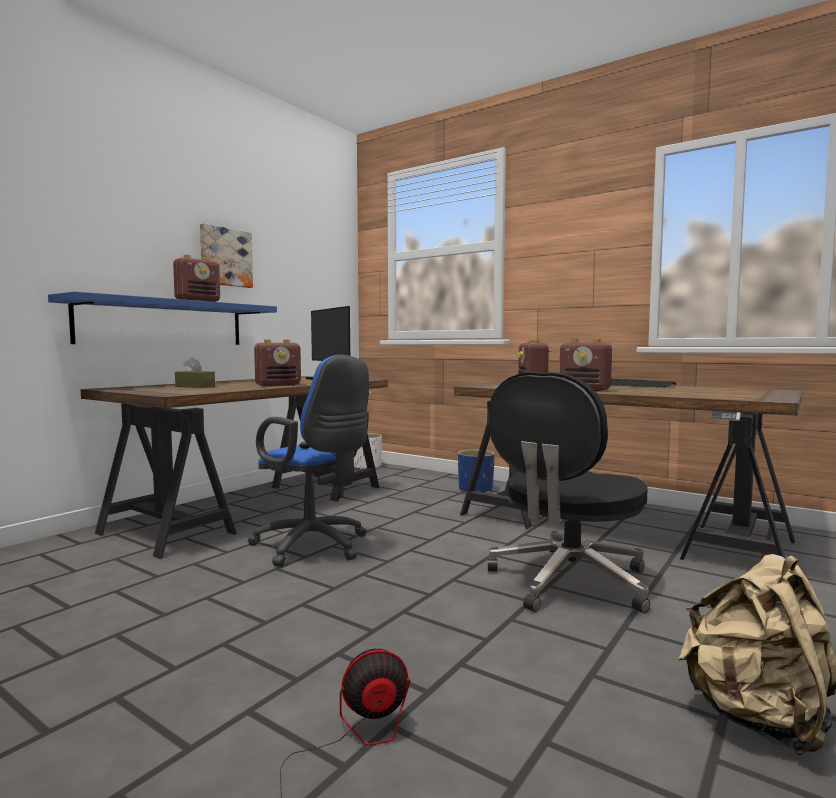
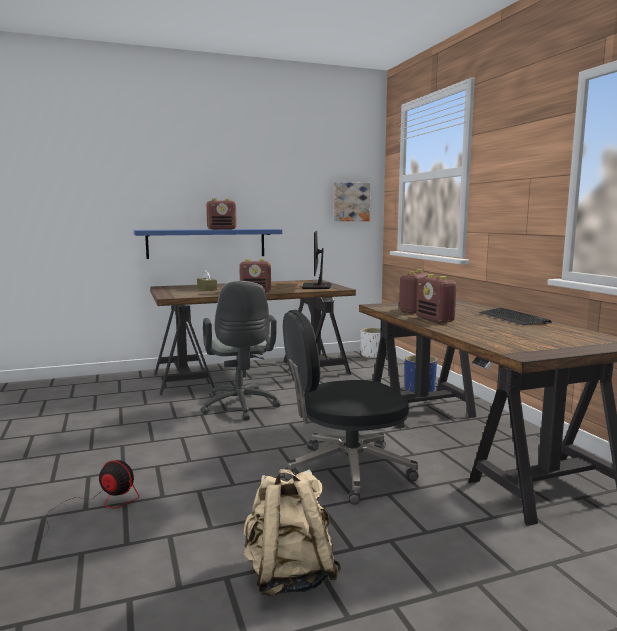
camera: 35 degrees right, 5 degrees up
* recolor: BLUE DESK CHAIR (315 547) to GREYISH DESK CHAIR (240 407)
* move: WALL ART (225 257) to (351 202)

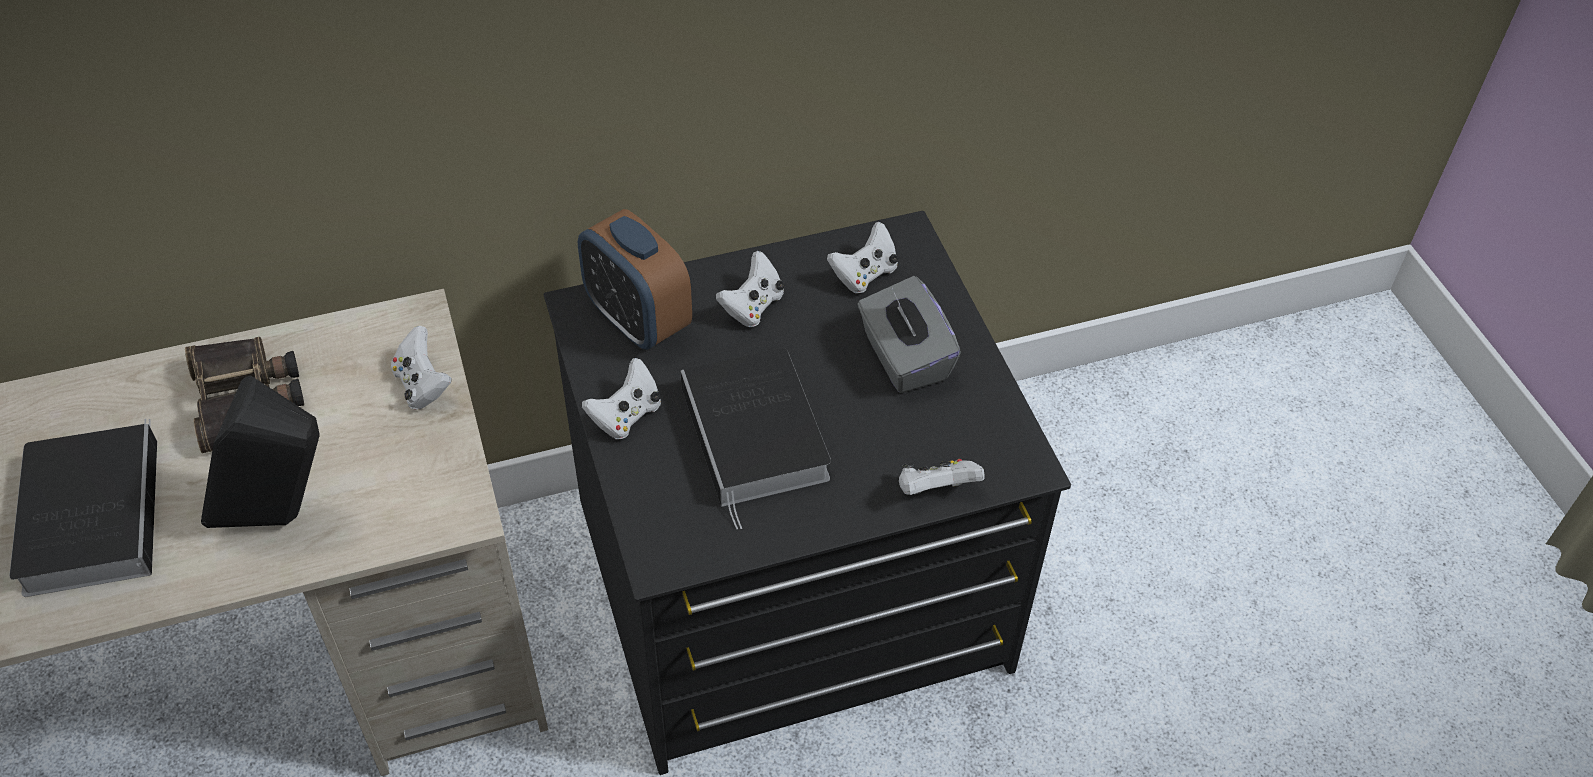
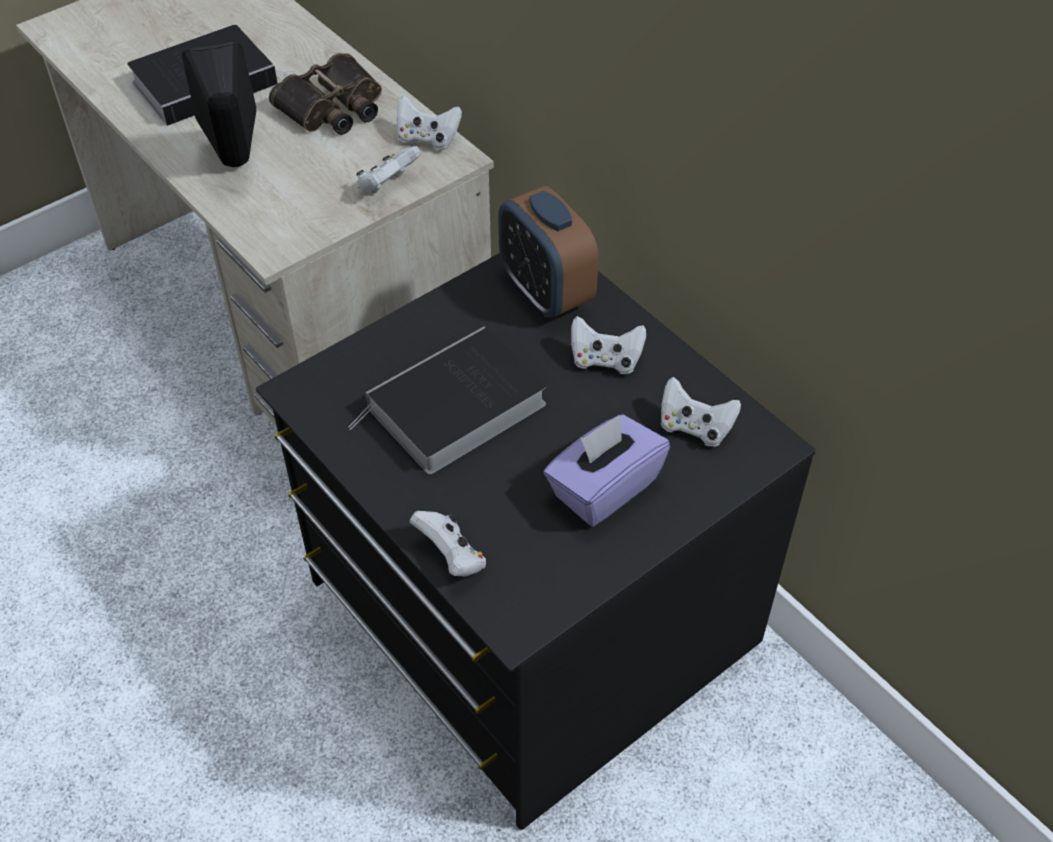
camera: 70 degrees right, 0 degrees up
* move: WHITISH GAMEPAD (626 416) to (428 139)
* rotate: BEDSIDE CLOCK (637 320) = (546 292) 60 degrees counterclockwise
* recolor: GREYISH BOX OF TISSUES (904 358) to PURPLISH BOX OF TISSUES (603 488)

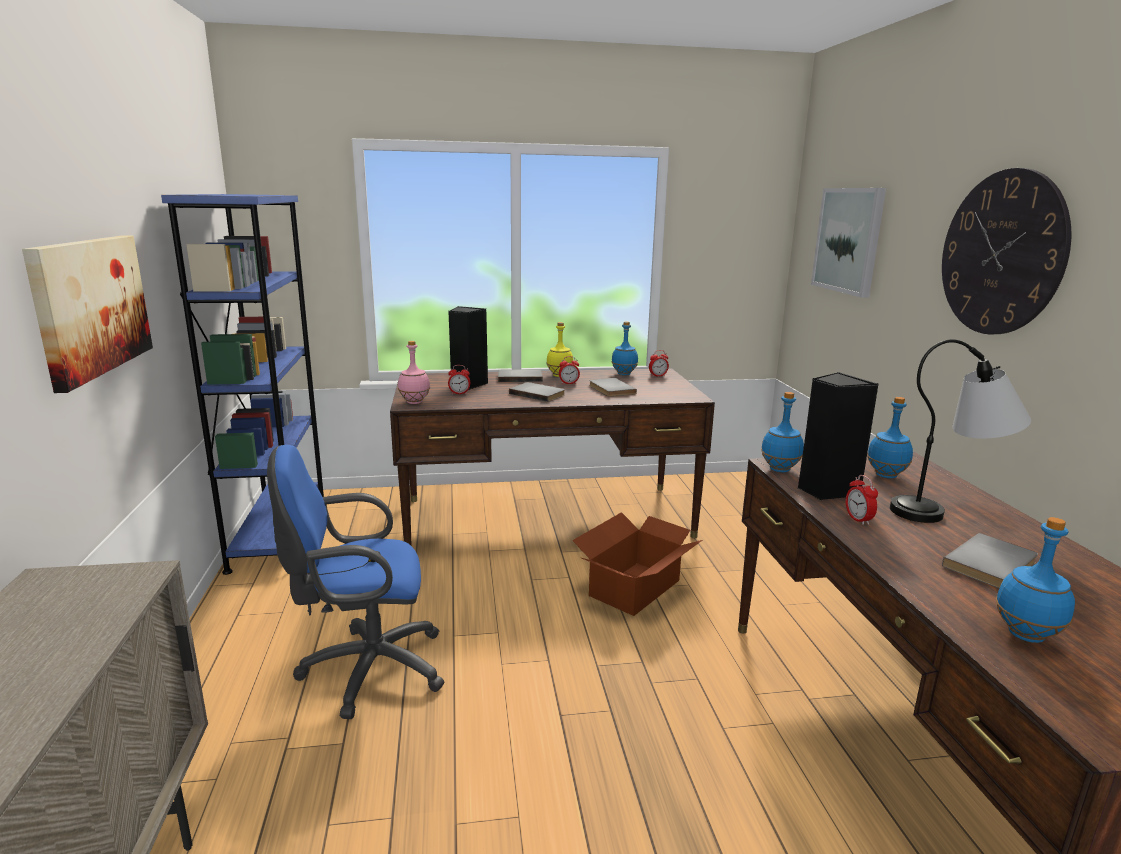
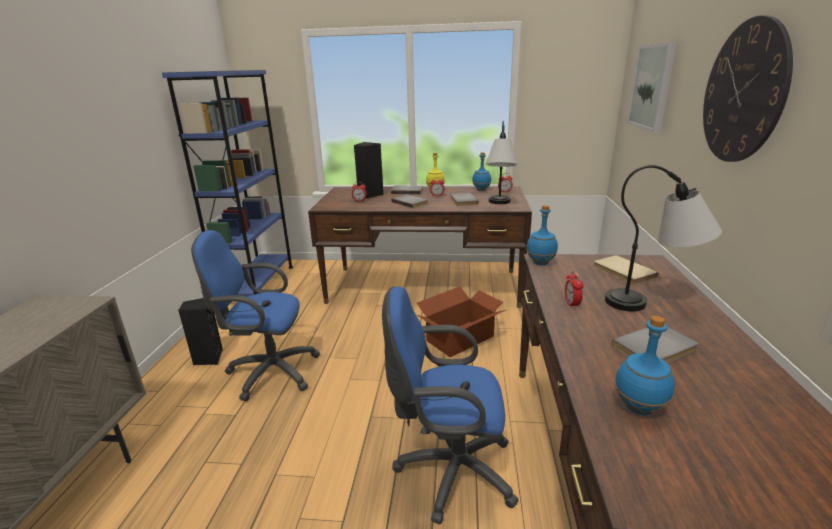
camera: 15 degrees right, 5 degrees up
* move: BLACK-COLOURED LOUDSPEAKER (825 490) to (208 358)
* insert: BLUE DESK CHAIR (449 471)
* insert: TABLE LAMP (498 205)
* replace: BLUE BEVERAGE BOTTLE (885 475) to SAND-COLOURED VOLUME (622 272)
* delete: WALL ART (91 306)
* delete: PINKISH BEVERAGE BOTTLE (415 402)

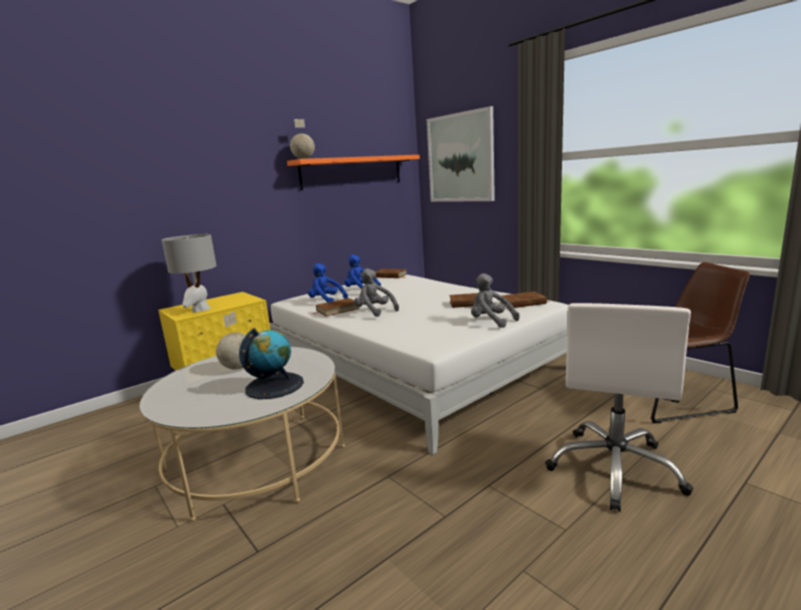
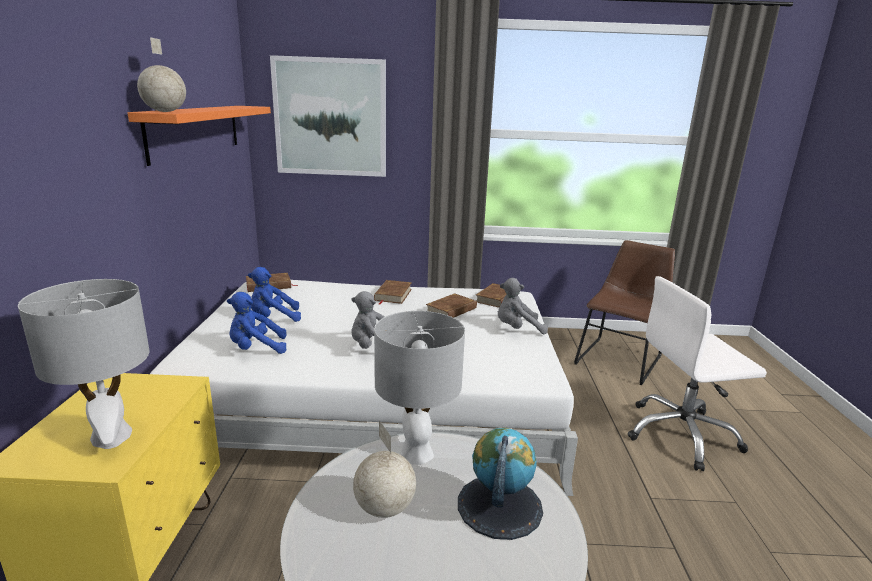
camera: 50 degrees left, 5 degrees up
* move: BROWN VOLUME (337 310) to (393 295)
* insert: GREYISH TABLE LAMP (416 453)
* rotate: WHITISH DESK CHAIR (615 469) = (681 435) 105 degrees clockwise

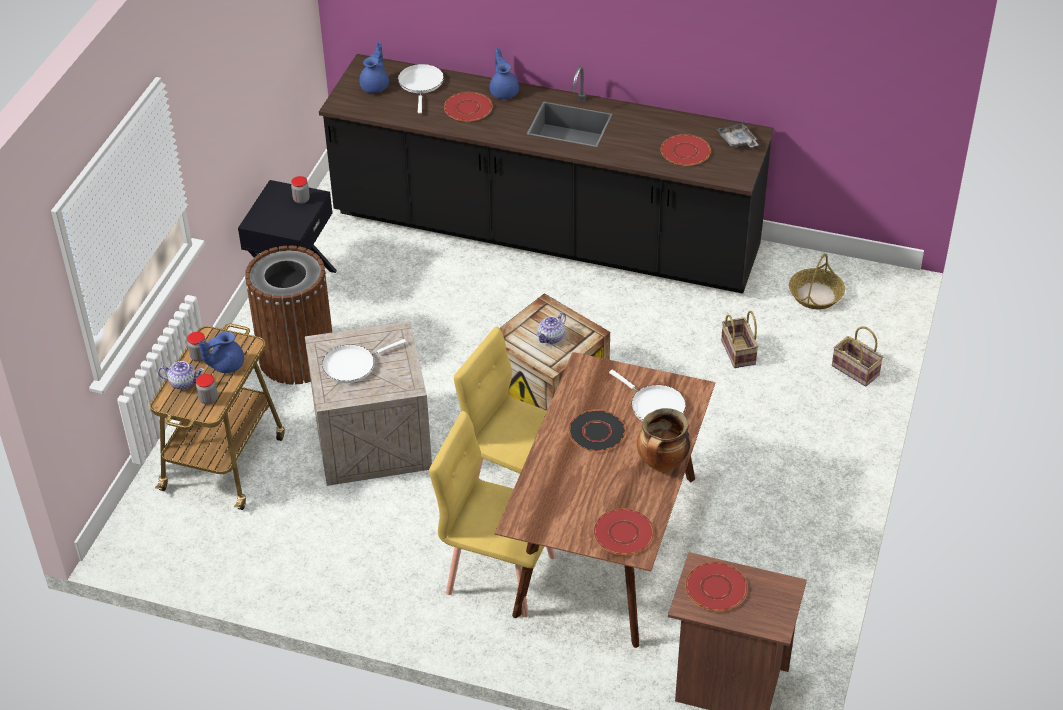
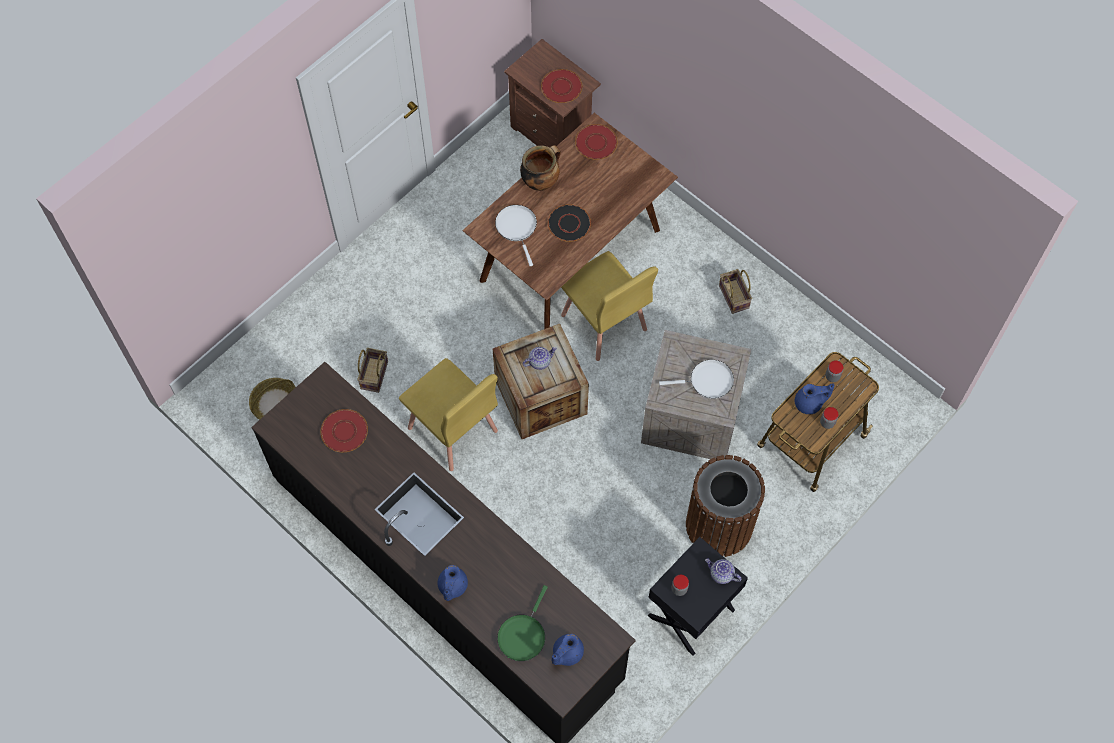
camera: 155 degrees left, 20 degrees up
* move: YELLOW-COLOURED UPRIGHT CHAIR (500 573) to (452 430)
* recolor: WHITISH SKILLET (421 84) to GREENISH SKILLET (523 635)
* move: POT FOR TEA (183 382) to (721 574)
* move: HOUSEHOLD BASKET (857 370) to (732 296)
* delete: RED-COLOURED PLATE (468 108)
* delete: GREYISH SERVING TRAY (737 141)

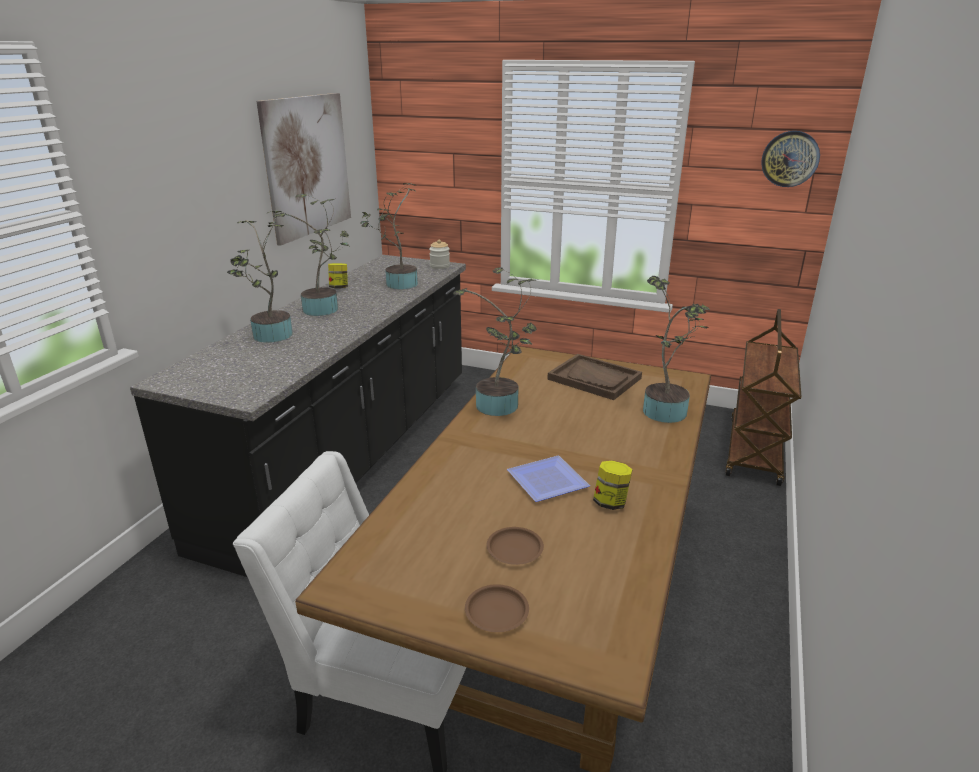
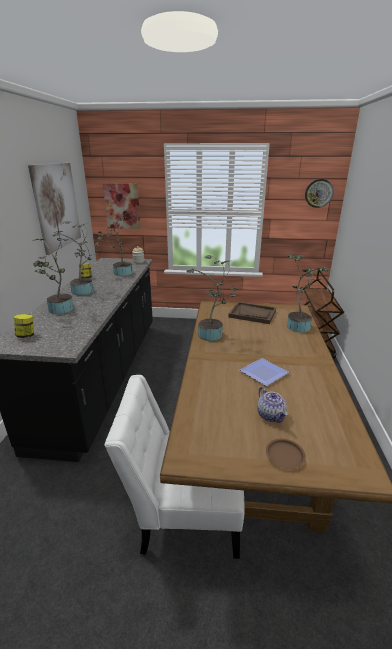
camera: 15 degrees left, 0 degrees up
* move: JAR (610 503) to (26 335)
* insert: WALL ART (122 206)
* replace: BROWN PLATE (515 549) to POT FOR TEA (271 415)

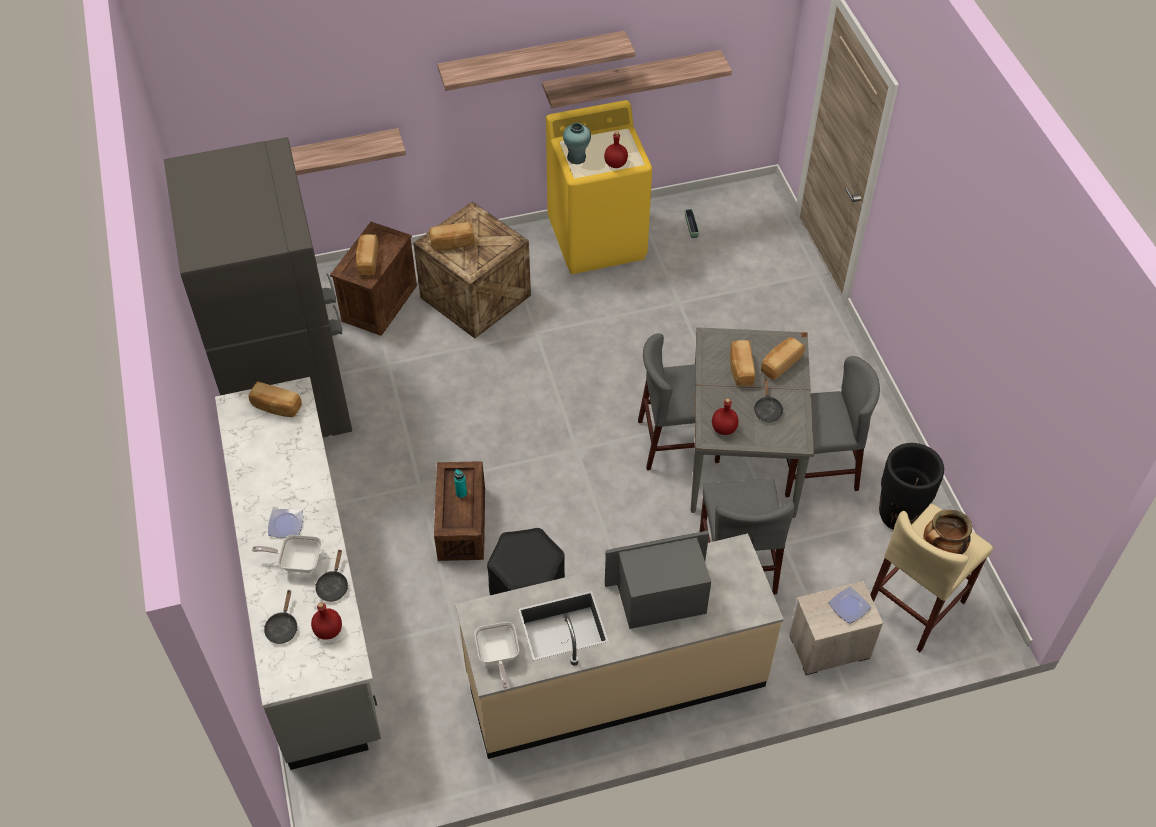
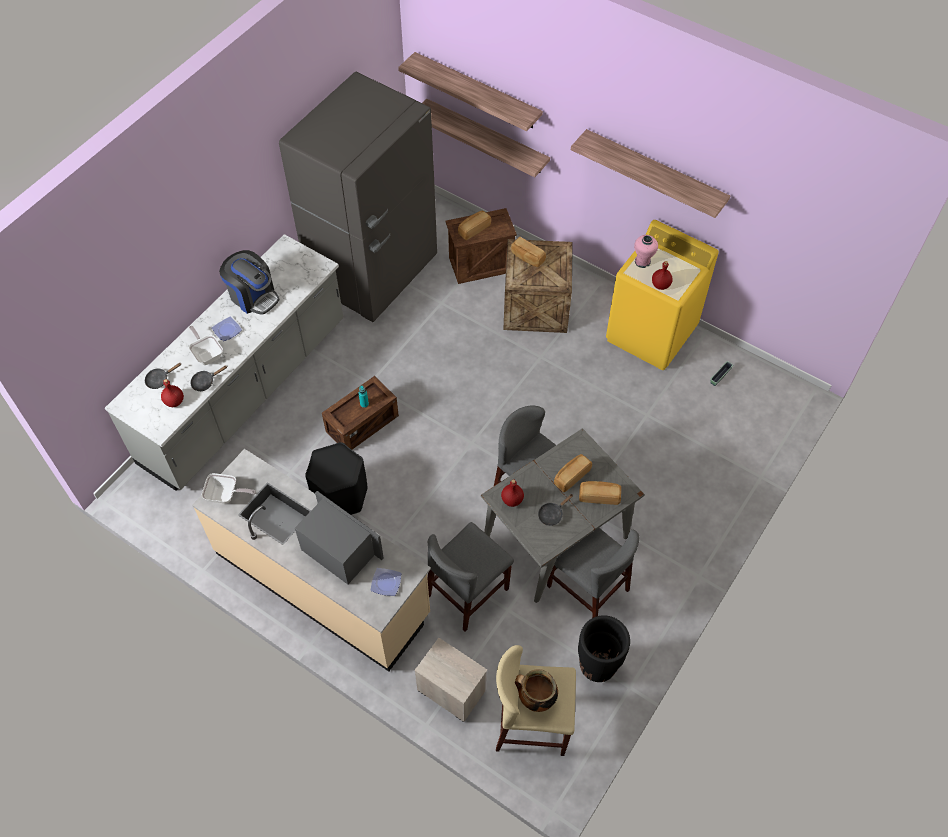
camera: 50 degrees right, 5 degrees up
* rotate: SKILLET (498 656) = (225 495) 120 degrees counterclockwise
* insert: COFFEE MACHINE (253 296)
* move: PLATE (849 607) to (385 583)
* move: SHELF (631 78) to (477 91)
* recolor: TURQUOISE VASE (576 157) to PINKISH VASE (642 261)
* delete: BREAD (276 407)

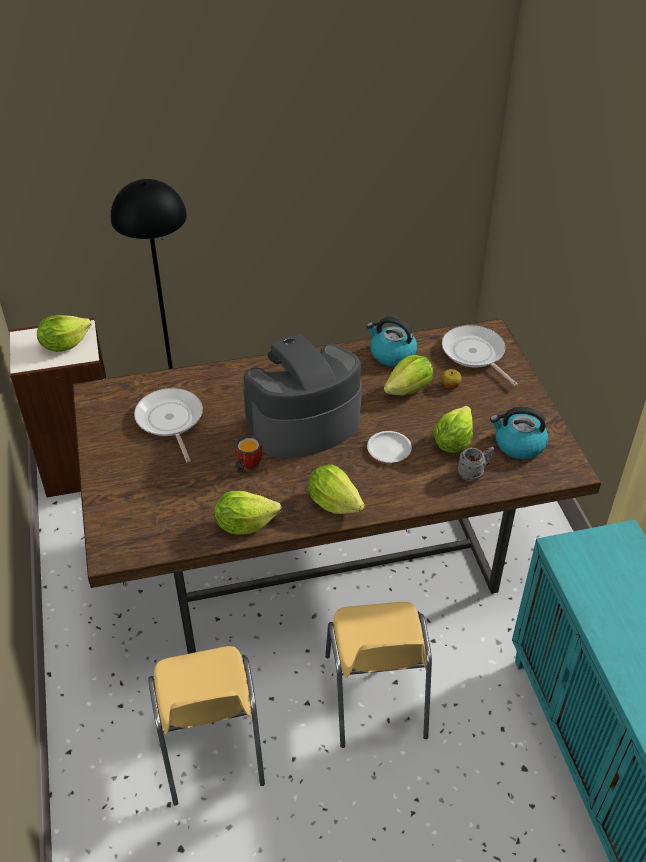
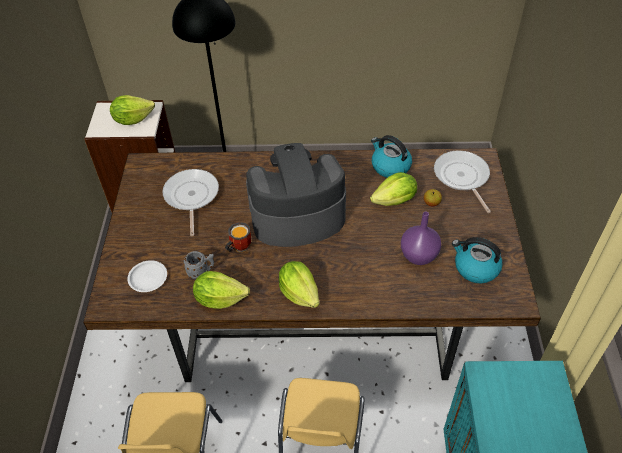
camera: 15 degrees right, 5 degrees up
* move: WHITISH PLATE (389 449) to (148 278)
* move: GREYISH COFFEE MUG (474 473) to (201 272)
* replace: HEAD OF LETTUCE (452 442) to PURPLISH VASE (417 256)

